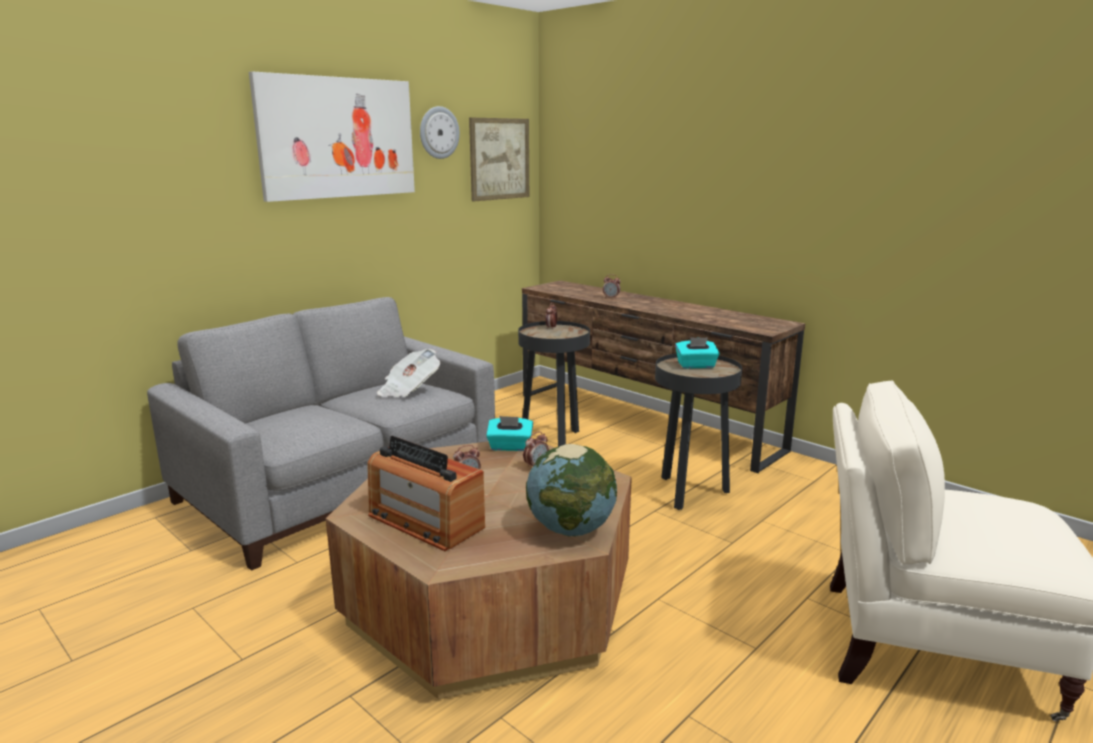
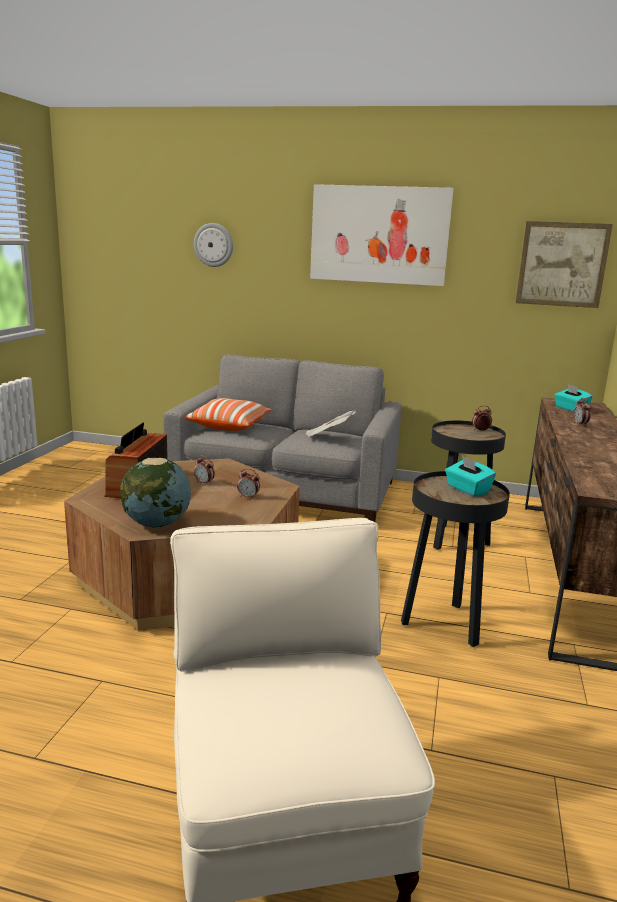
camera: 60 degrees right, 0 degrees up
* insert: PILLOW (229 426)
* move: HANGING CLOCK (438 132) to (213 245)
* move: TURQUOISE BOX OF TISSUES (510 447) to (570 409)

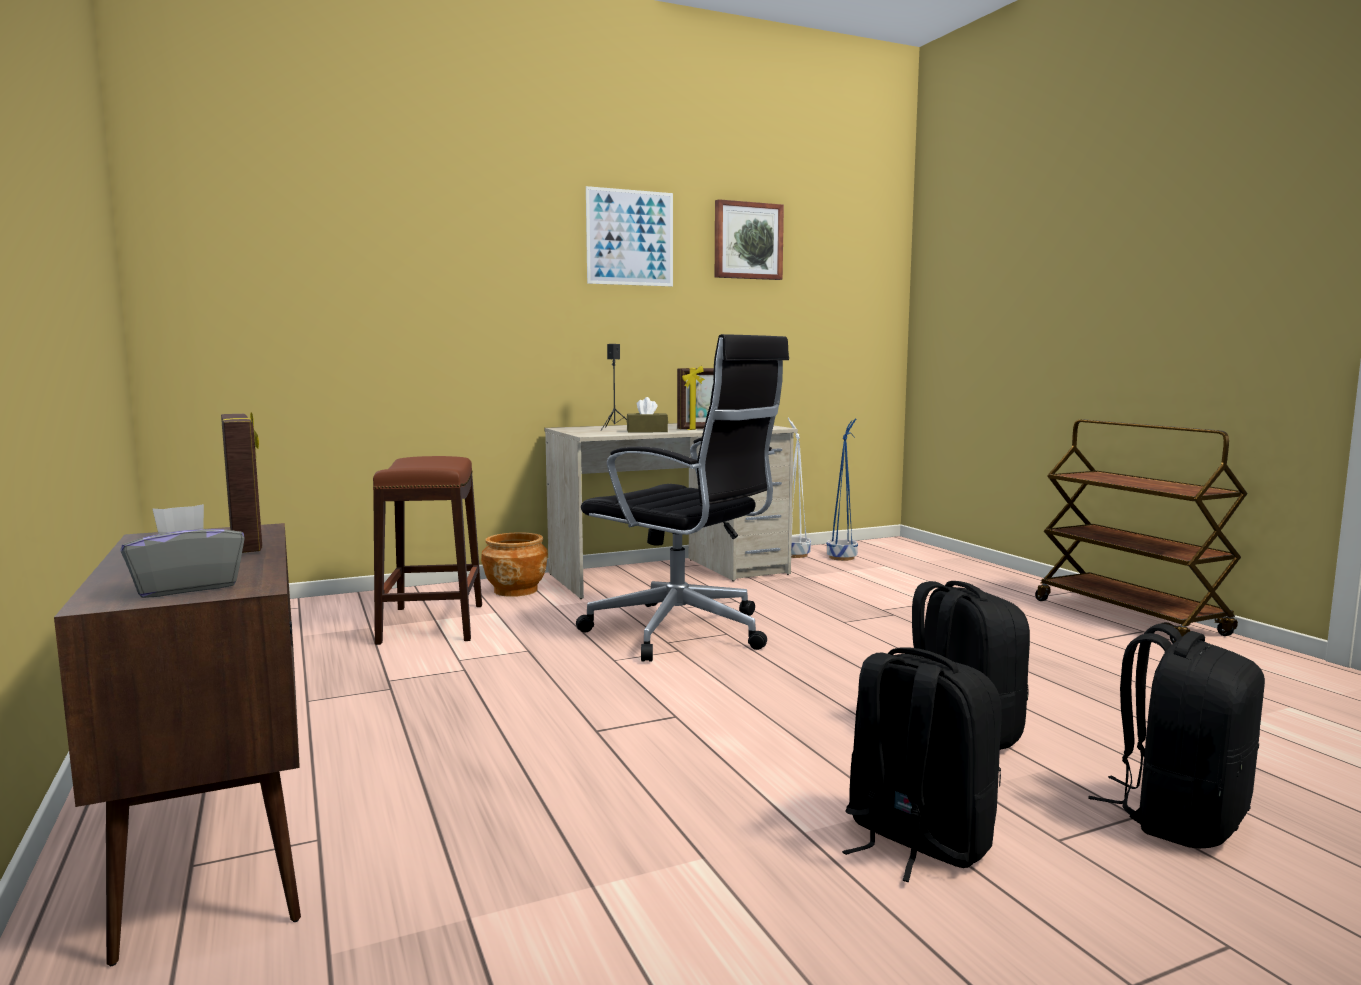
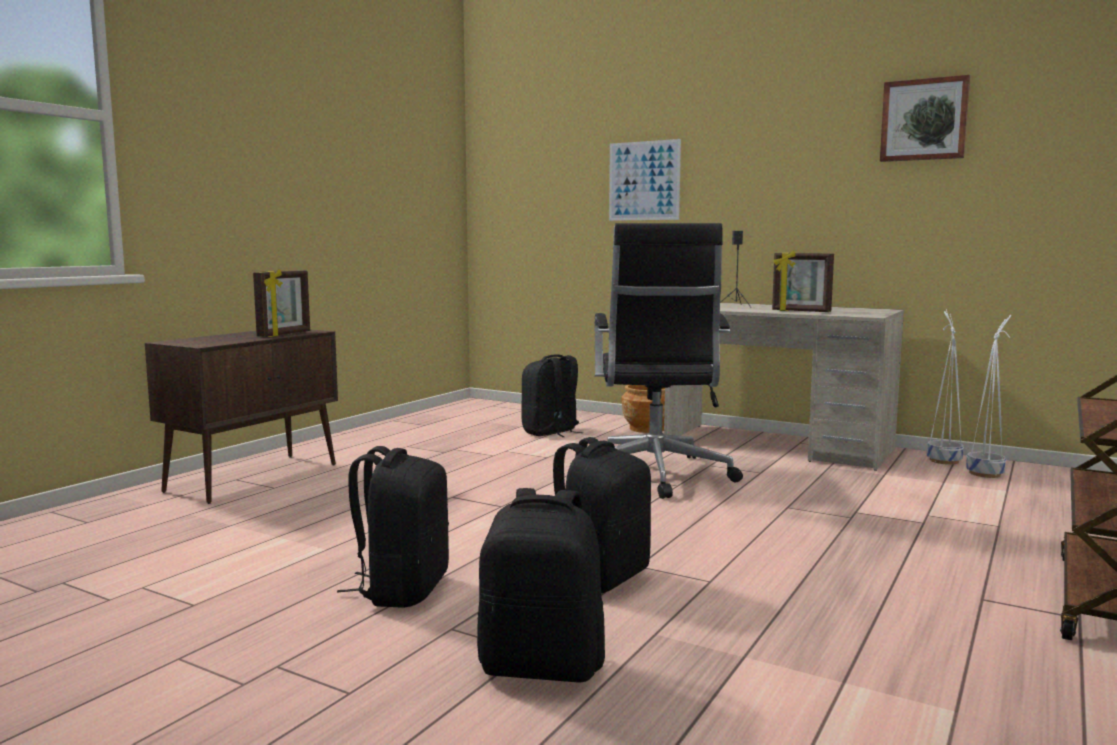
camera: 55 degrees right, 0 degrees up
* replace: BROWN SITTING STOOL (433 623) to BLACK-COLOURED BACKPACK (551 432)
* move: WALL ART (630 237) to (644 181)
* recolor: BLUE FLOWER POT (842 557) to WHITISH FLOWER POT (986 474)
* delete: GREYISH BOX OF TISSUES (186 587)
* delete: BROWN BOX OF TISSUES (647 431)

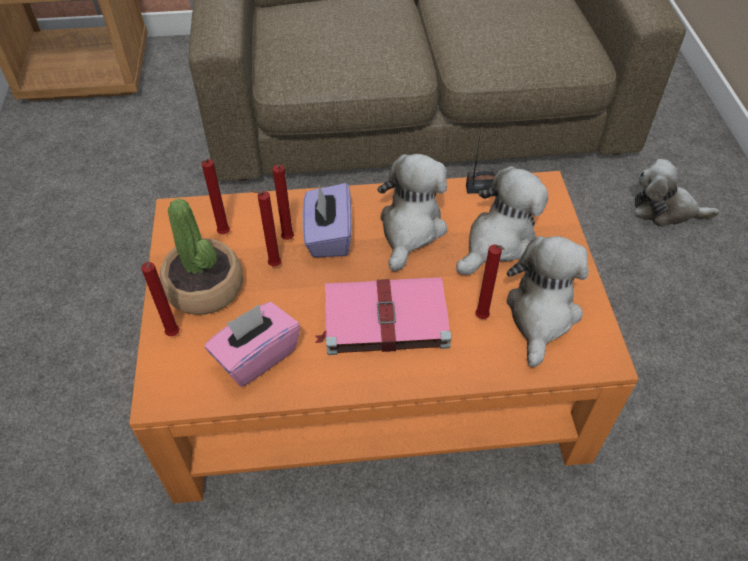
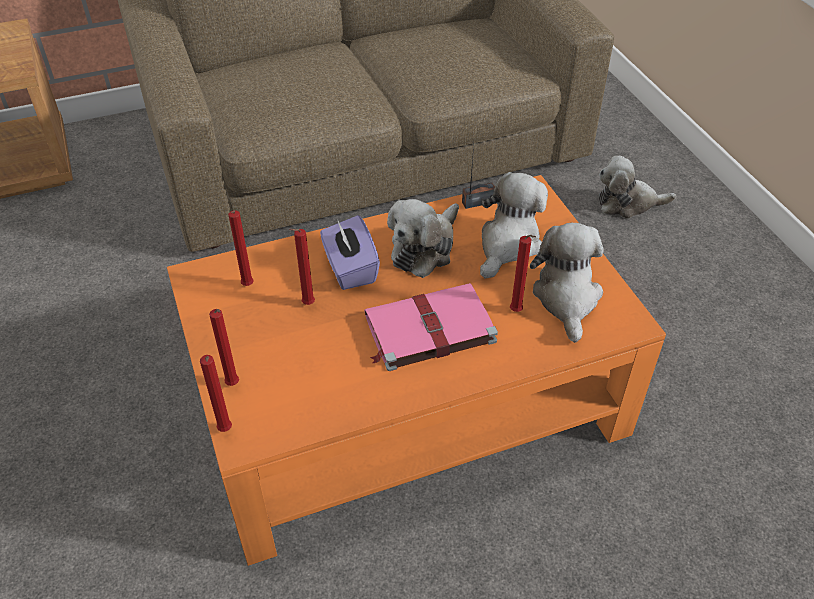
camera: 15 degrees left, 5 degrees down
* move: RED-COLOURED CANDLE (287 240) to (225 431)
* rotate: CUDDLY TOY (410 229) = (425 248) 150 degrees counterclockwise
* delete: POTTED PLANT (205 287)
* delete: PINKISH BOX OF TISSUES (256 356)

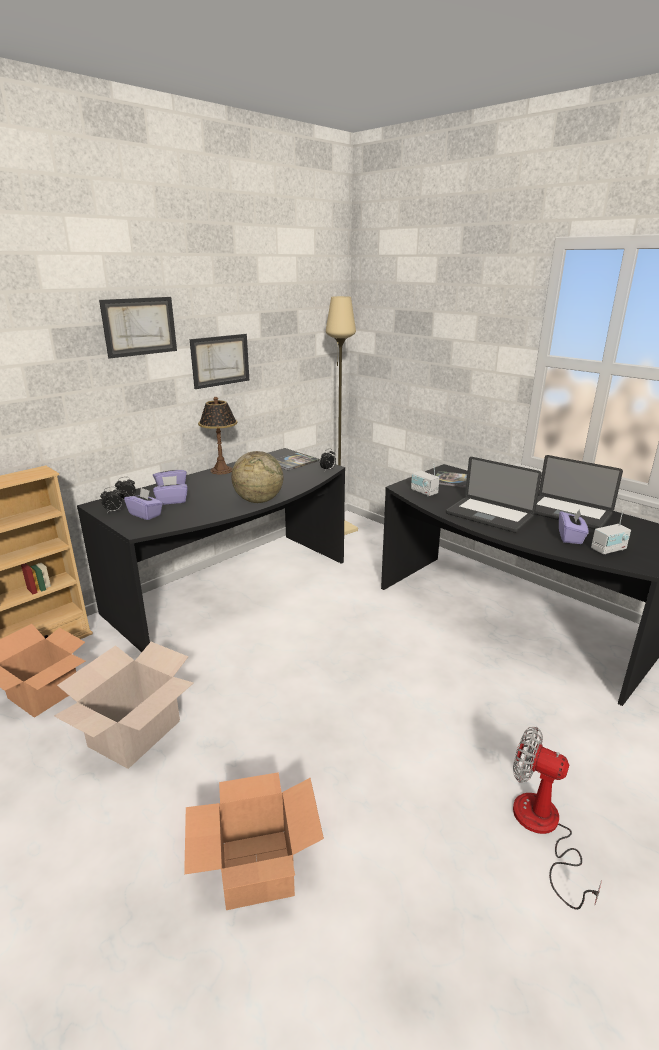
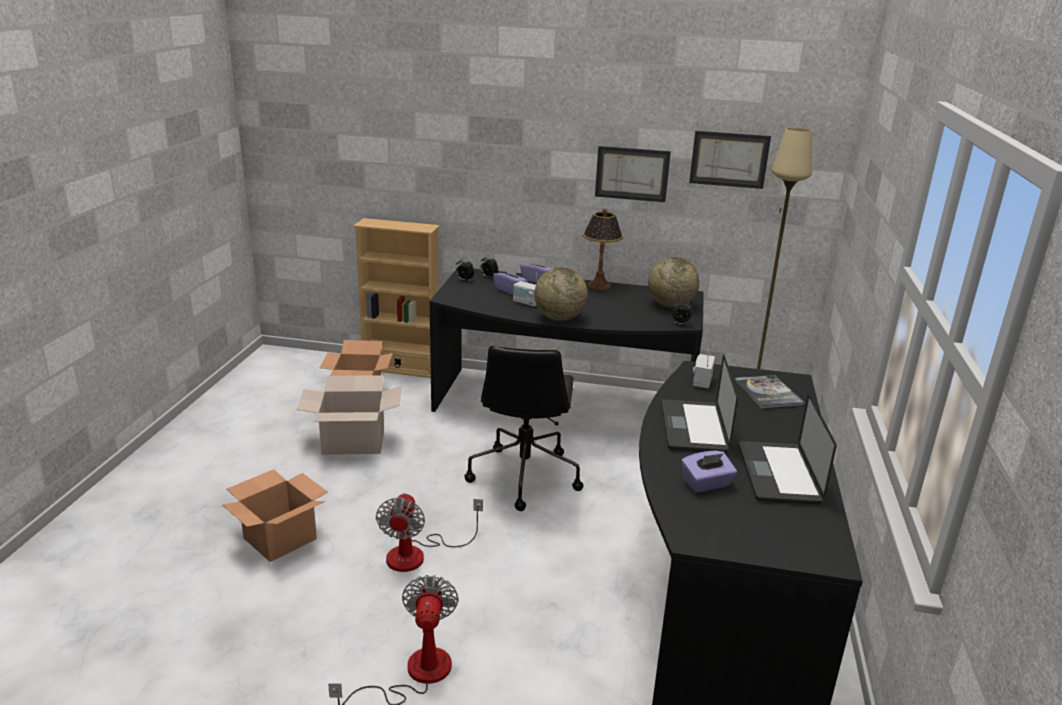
camera: 55 degrees right, 0 degrees up
* insert: FAN (418 554)
* insert: BLACK-COLOURED DESK CHAIR (524 475)
* move: RADIO RECEIVER (608 550) to (527 303)
* replace: VOLUME (293 462) to WORLD GLOBE (670 305)
* move: WALL ART (139 326) to (729 159)
* delete: PURPLISH BOX OF TISSUES (145 514)

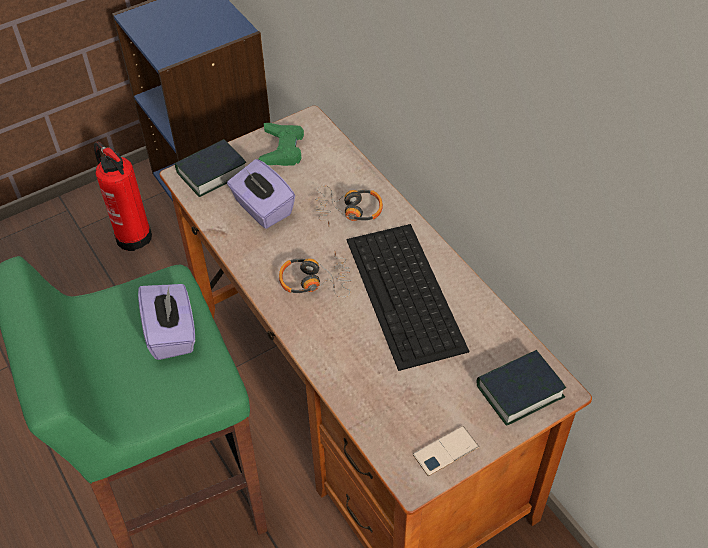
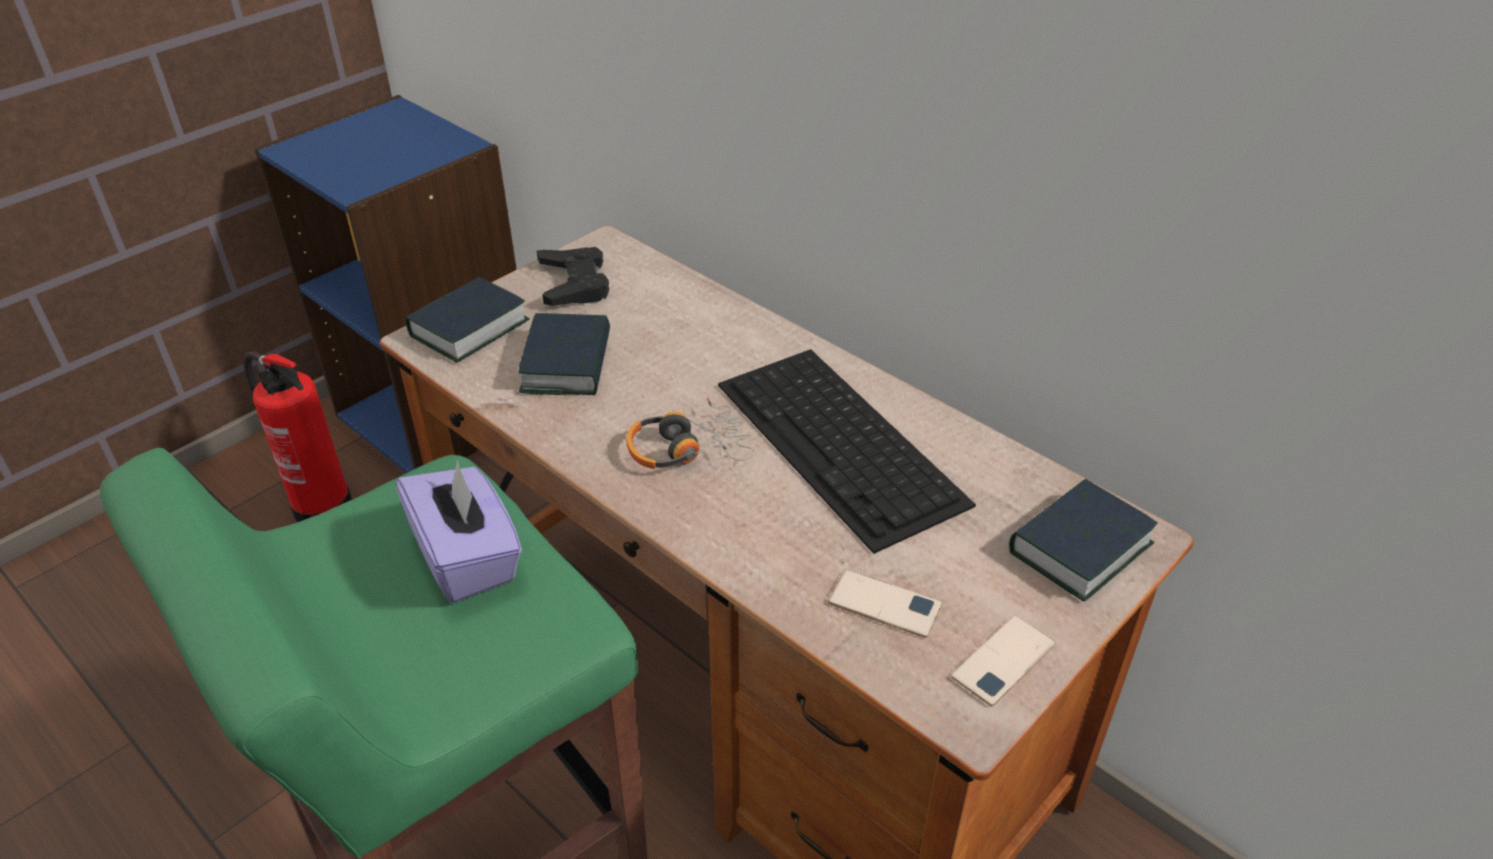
camera: 15 degrees left, 10 degrees down
* replace: PURPLISH BOX OF TISSUES (262 208) to VOLUME (567 364)
* recolor: GREENISH GAMEPAD (282 149) to BLACK-COLOURED GAMEPAD (574 283)
* insert: TELEPHONE (884 604)
* delete: HEADPHONES (348 211)

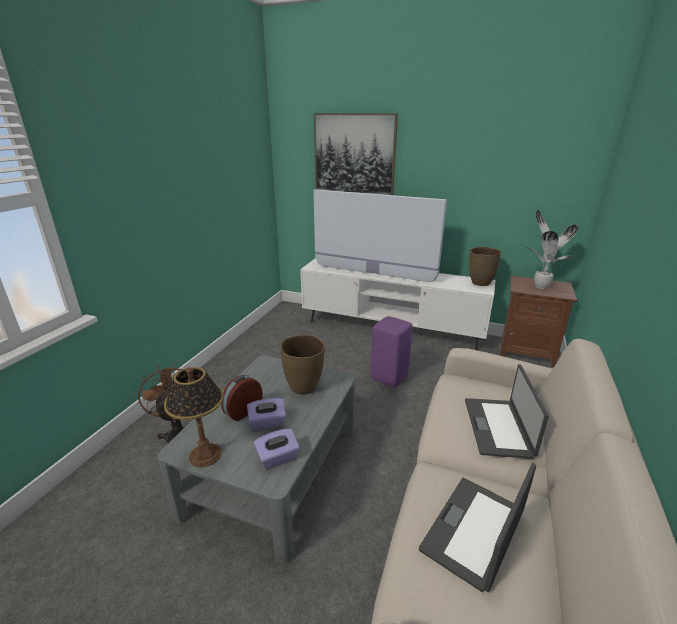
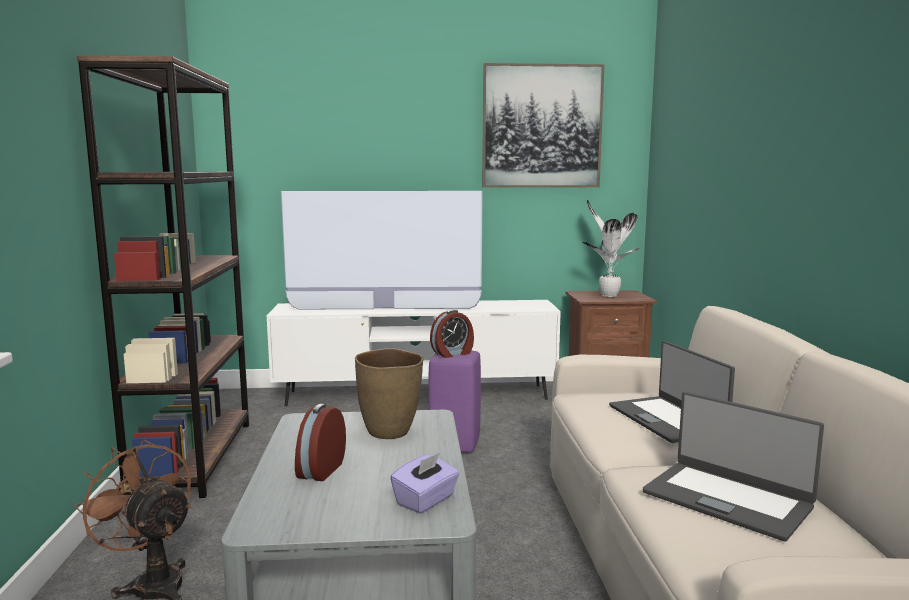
camera: 25 degrees left, 15 degrees down
* insert: BROWN SHELVING UNIT (194 458)
* insert: BEDSIDE CLOCK (453 353)
* move: WALL ART (354 159) to (541 127)
* rotate: NOTEBOOK COMPUTER (475 531) = (727 499) 60 degrees counterclockwise
* delete: TABLE LAMP (205 455)
* delete: PURPLISH BOX OF TISSUES (267 423)
* delete: BROWN VASE (480 283)

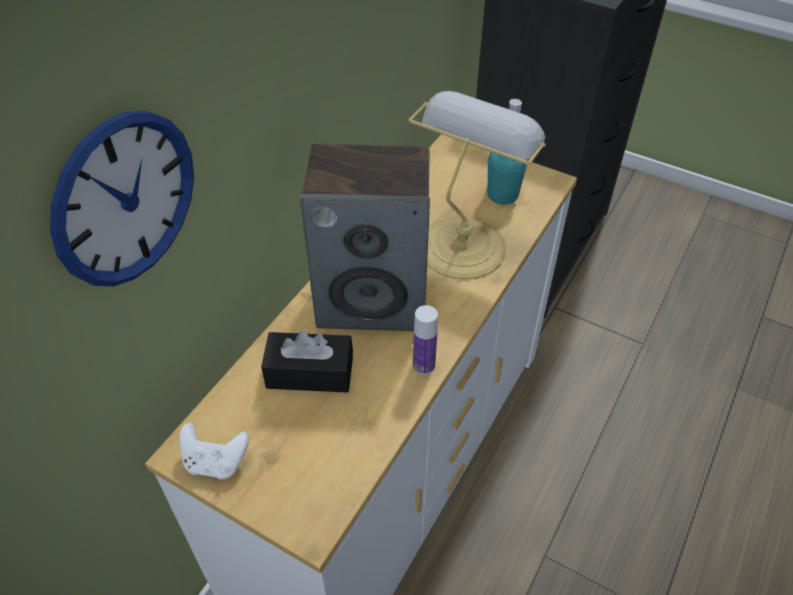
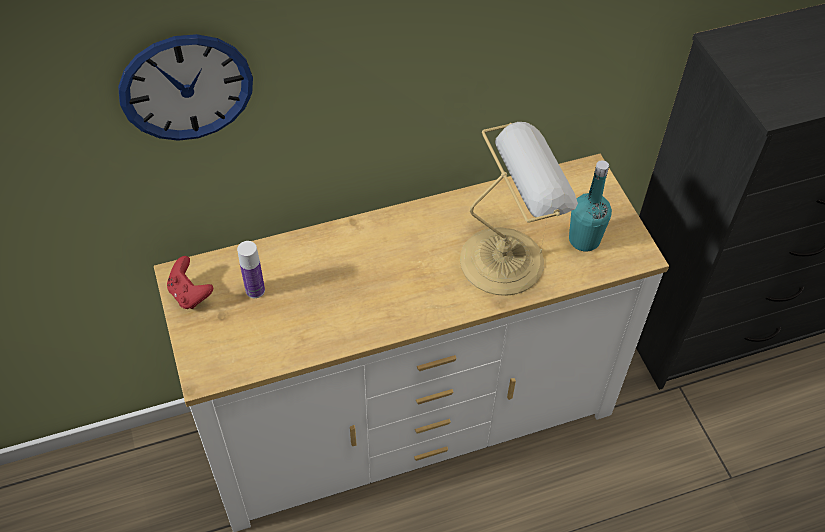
camera: 40 degrees right, 5 degrees up
* recolor: WHITISH GAMEPAD (216 462) to RED-COLOURED GAMEPAD (190 294)
* move: BEVERAGE BOTTLE (424 365) to (255 290)
* delete: BLACK-COLOURED BOX OF TISSUES (310 373)
* delete: LOUDSPEAKER (373 300)

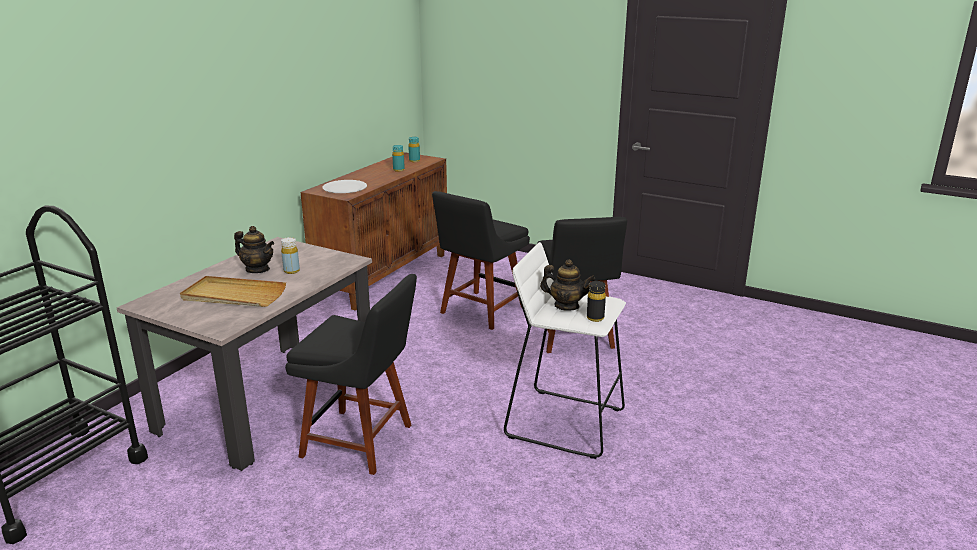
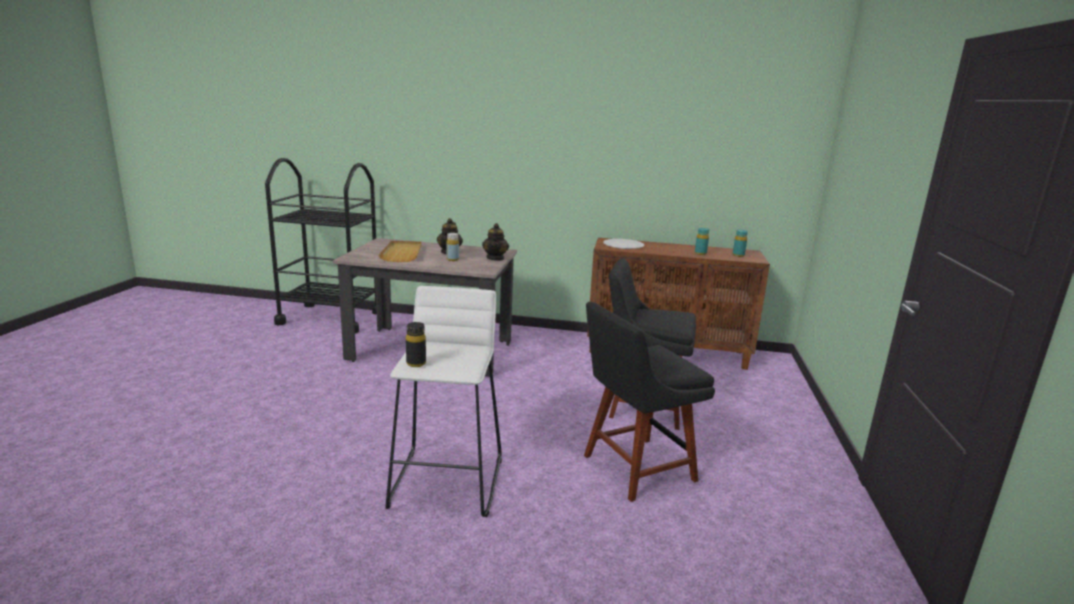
camera: 70 degrees right, 5 degrees down
* move: POT FOR TEA (566 306) to (495 258)
* delete: BLACK-COLOURED UPRIGHT CHAIR (362 442)

